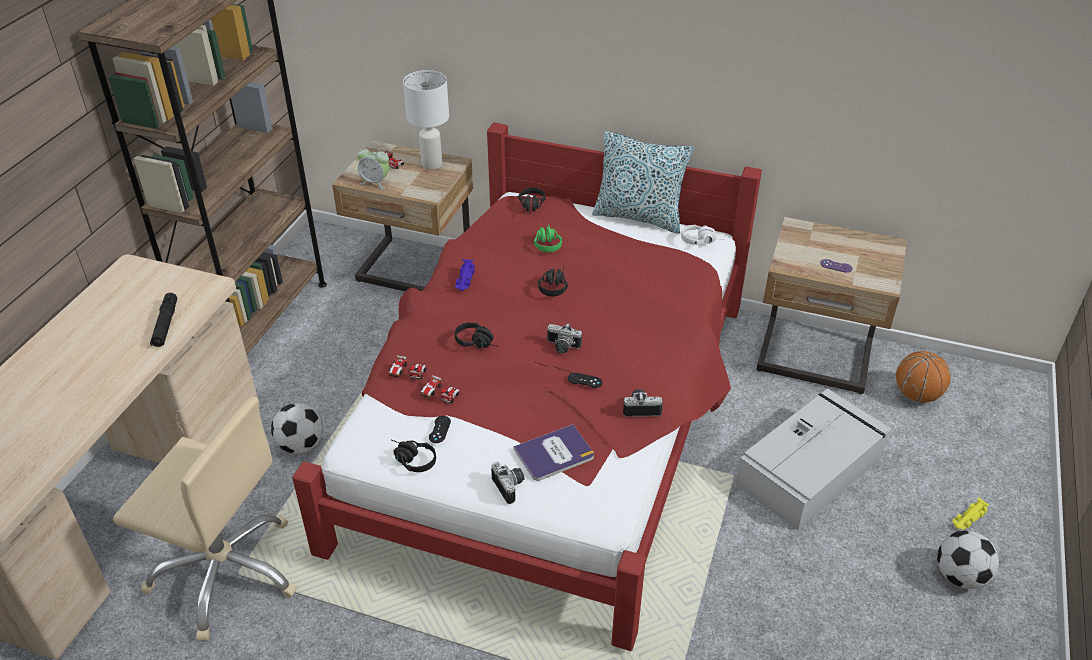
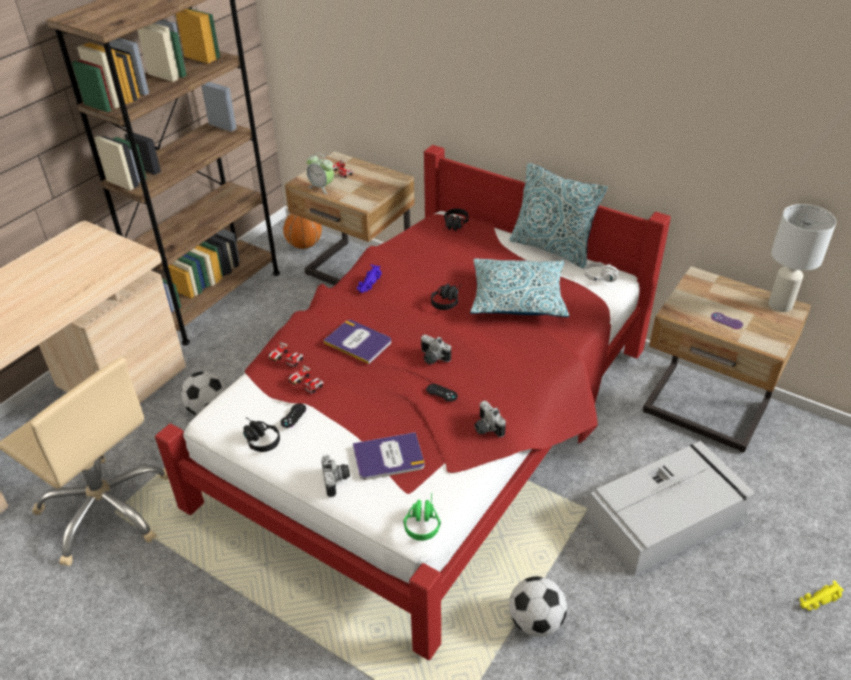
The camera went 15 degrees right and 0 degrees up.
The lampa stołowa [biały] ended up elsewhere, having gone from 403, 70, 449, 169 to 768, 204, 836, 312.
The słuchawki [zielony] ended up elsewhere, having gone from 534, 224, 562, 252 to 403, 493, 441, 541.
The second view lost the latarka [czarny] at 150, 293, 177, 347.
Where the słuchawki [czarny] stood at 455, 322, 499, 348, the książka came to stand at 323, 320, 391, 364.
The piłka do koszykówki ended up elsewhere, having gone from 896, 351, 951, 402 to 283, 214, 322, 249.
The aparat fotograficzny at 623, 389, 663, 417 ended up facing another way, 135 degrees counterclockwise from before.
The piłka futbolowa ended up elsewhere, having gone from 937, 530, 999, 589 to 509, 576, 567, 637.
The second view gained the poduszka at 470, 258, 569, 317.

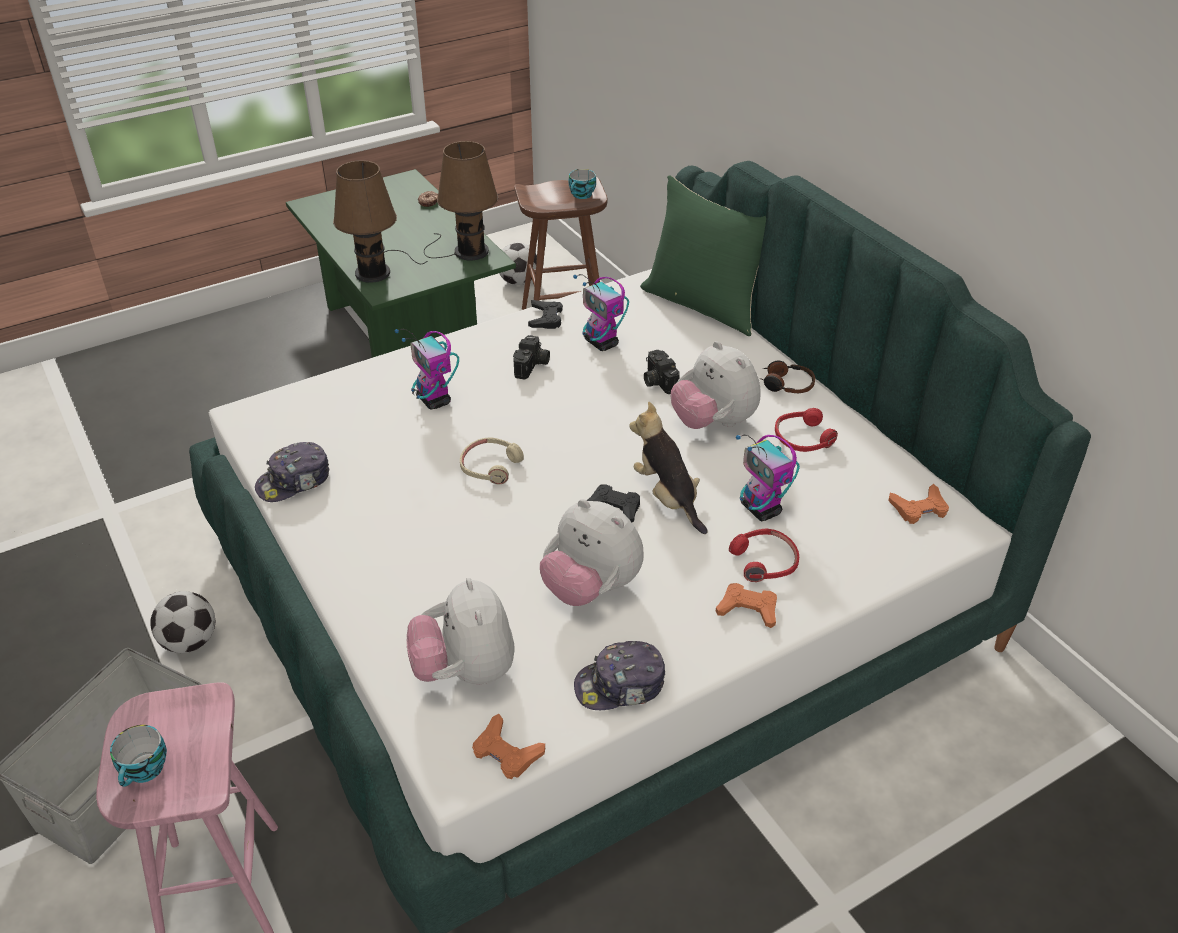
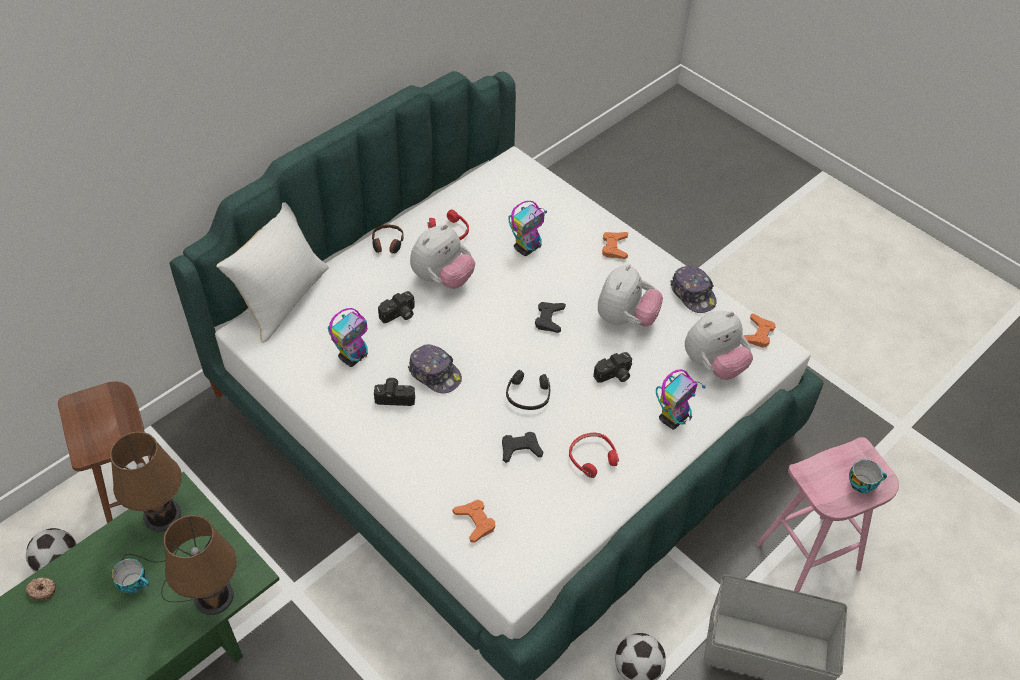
The camera went 105 degrees left and 10 degrees up.
The filiżanka ended up elsewhere, having gone from 568, 169, 596, 199 to 111, 558, 149, 593.
What was the poduszka [zielony] at 640, 175, 766, 336 turned into the poduszka [biały] at 216, 202, 329, 343.
The pad do gier [czarny] ended up elsewhere, having gone from 528, 300, 563, 329 to 502, 432, 543, 463.
The robot zabawkowy ended up elsewhere, having gone from 394, 329, 459, 410 to 656, 369, 705, 429.
The second view lost the pluszak at 629, 402, 708, 534.
What was the słuchawki [beżowy] at 460, 437, 524, 484 turned into the słuchawki [czarny] at 506, 370, 550, 410.
The czapka z daszkiem ended up elsewhere, having gone from 255, 442, 330, 502 to 408, 344, 462, 393.
The pad do gier [pomarańczowy] ended up elsewhere, having gone from 889, 484, 949, 524 to 453, 500, 495, 542.
The słuchawki [czerwony] ended up elsewhere, having gone from 729, 529, 799, 582 to 569, 433, 619, 478.
The second view gained the aparat fotograficzny at 593, 352, 632, 383.

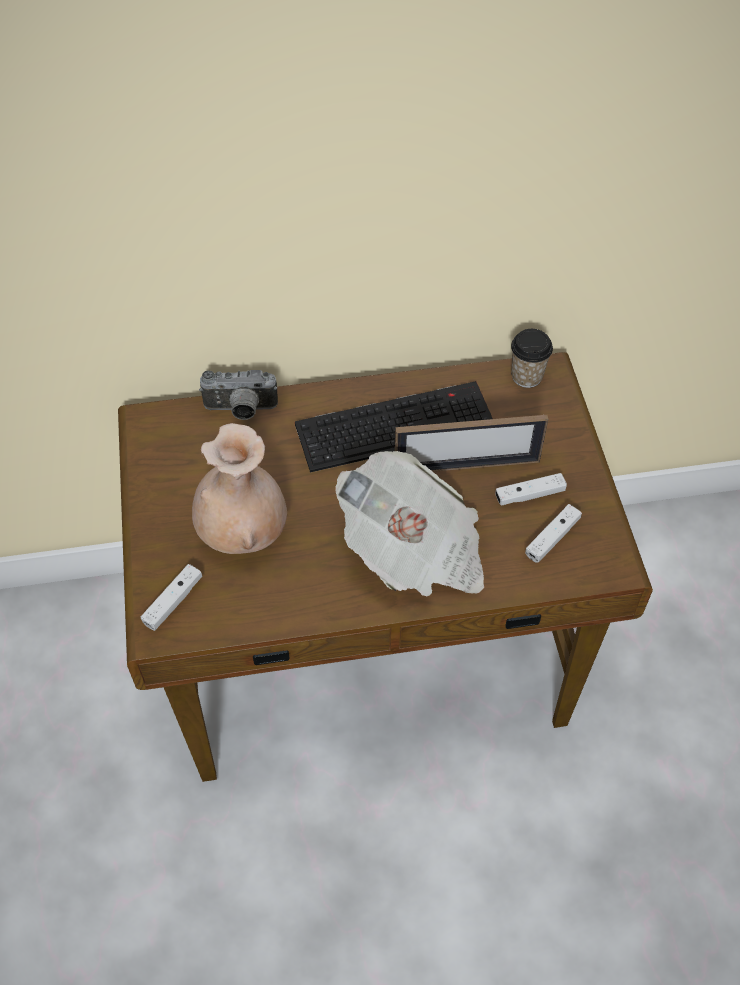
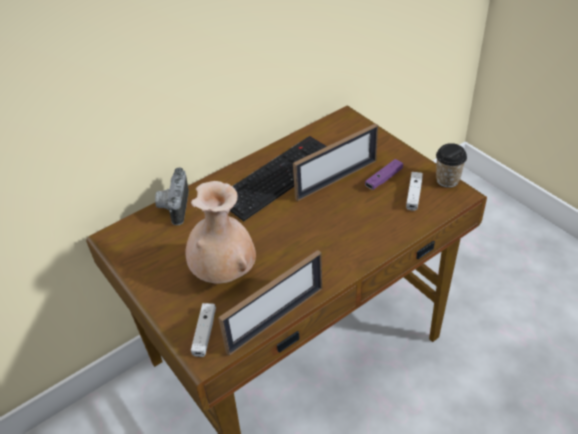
The camera went 25 degrees left and 10 degrees down.
The filiżanka ended up elsewhere, having gone from 511, 329, 553, 388 to 436, 143, 467, 188.
The aparat fotograficzny at 199, 370, 278, 420 ended up facing another way, 120 degrees clockwise from before.
The second view lost the gazeta at 335, 451, 484, 597.
What was the pad do gier [biały] at 495, 473, 567, 506 turned into the pad do gier [fioletowy] at 365, 159, 403, 190.
The second view gained the ramka na zdjęcie at 218, 250, 322, 356.

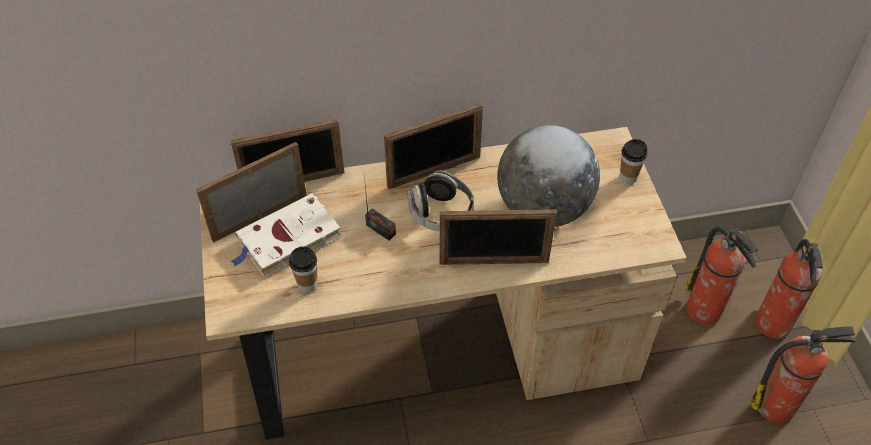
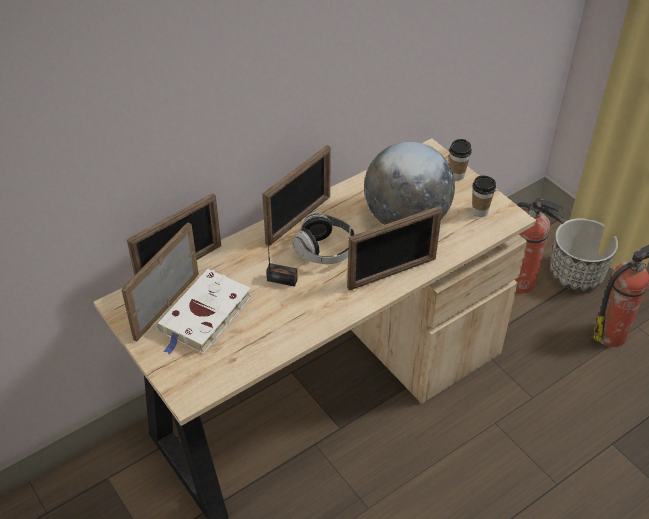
The camera went 25 degrees left and 5 degrees down.
Where the gaśnica stood at 755, 239, 823, 339, the donica came to stand at 550, 218, 618, 291.
The filiżanka ended up elsewhere, having gone from 289, 246, 317, 293 to 472, 176, 496, 217.

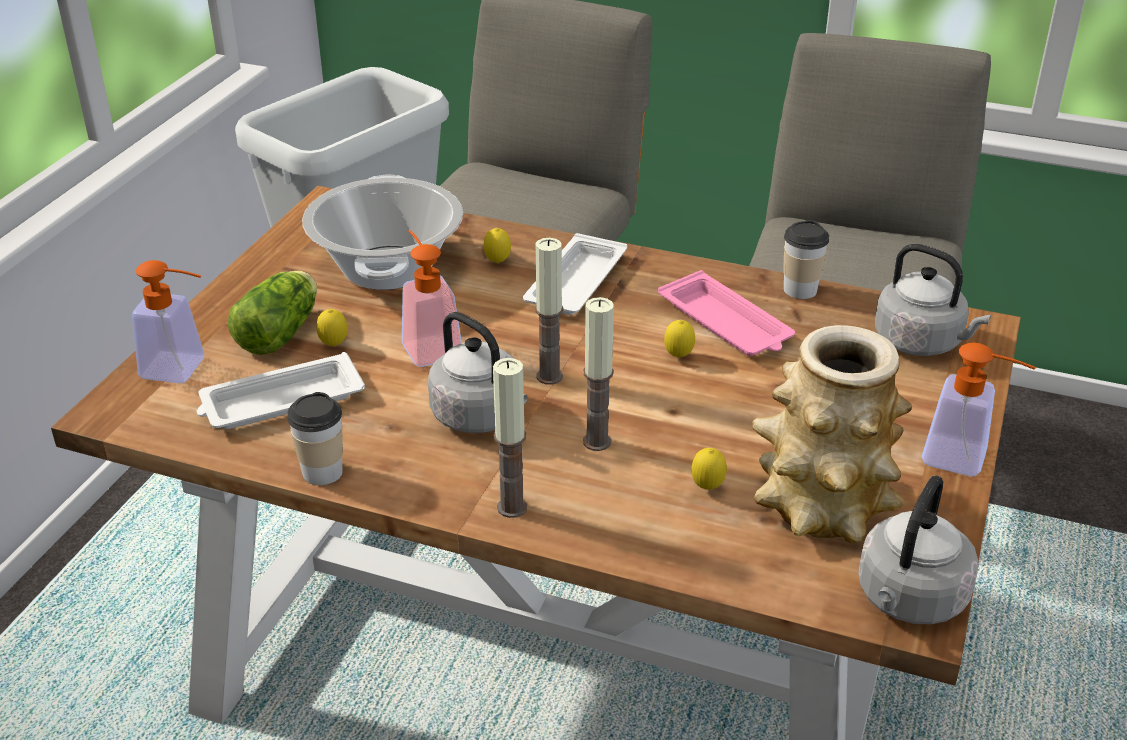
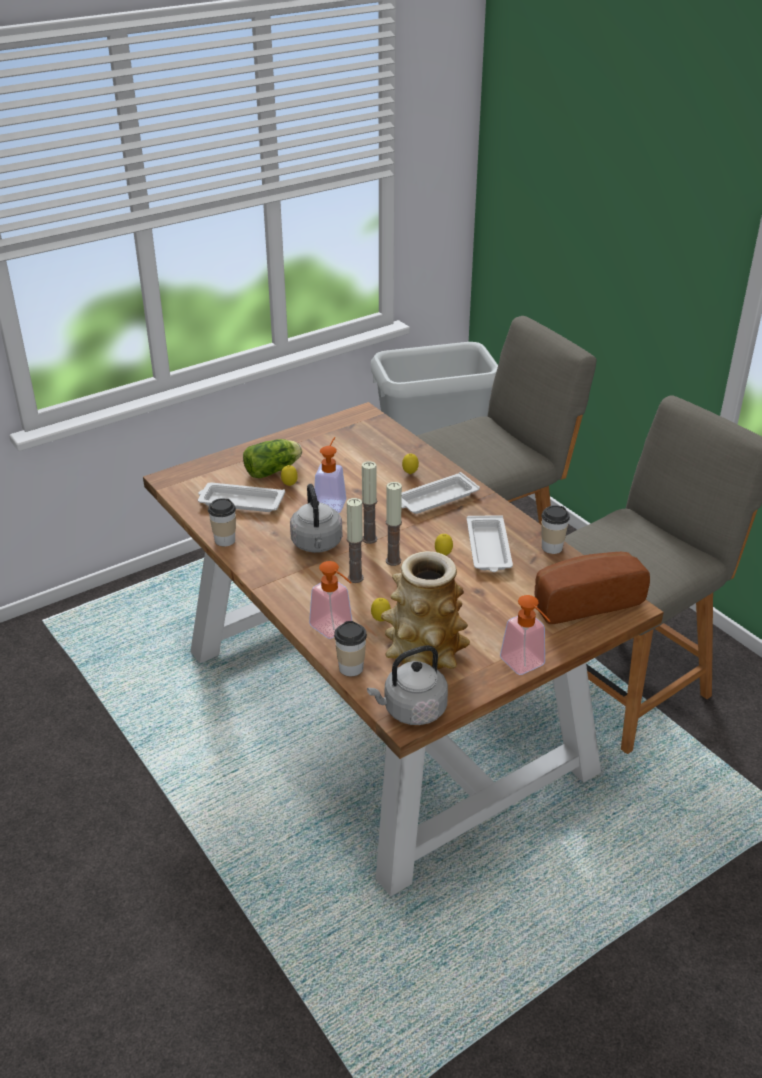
The camera went 35 degrees right and 0 degrees up.
The second view lost the garnek at 302, 175, 463, 290.
Where the czajnik [szary] stood at 875, 244, 991, 356, the chleb came to stand at 535, 552, 650, 624.
The dozownik mydła ended up elsewhere, having gone from 132, 260, 204, 383 to 309, 561, 352, 639.
What was the taca [różowy] at 658, 270, 795, 356 turned into the taca [biały] at 467, 515, 513, 572.
The świeca ended up elsewhere, having gone from 493, 358, 527, 518 to 386, 482, 402, 566.
The second view gained the filiżanka at 334, 621, 367, 676.

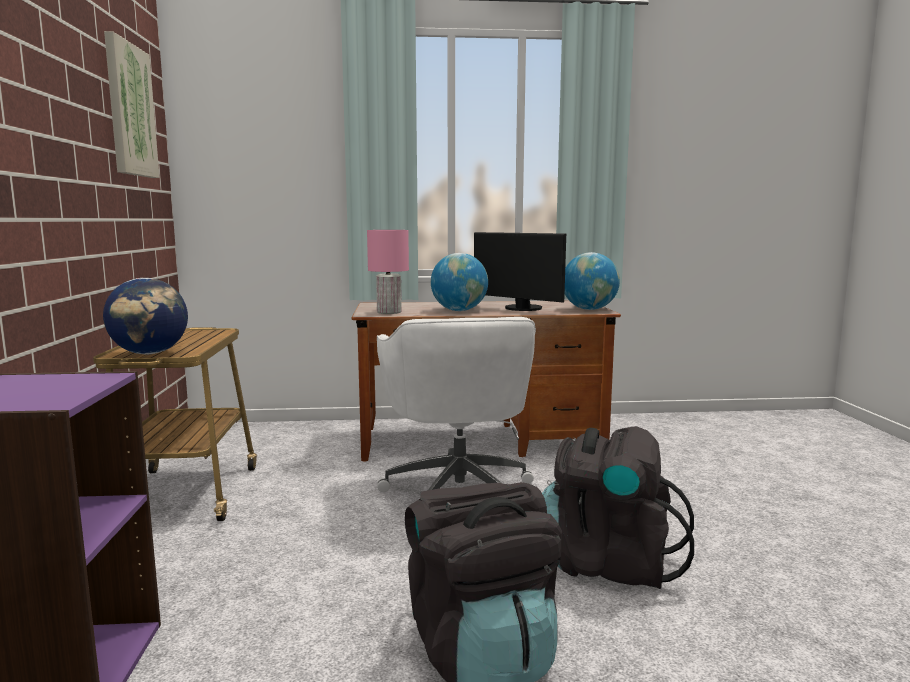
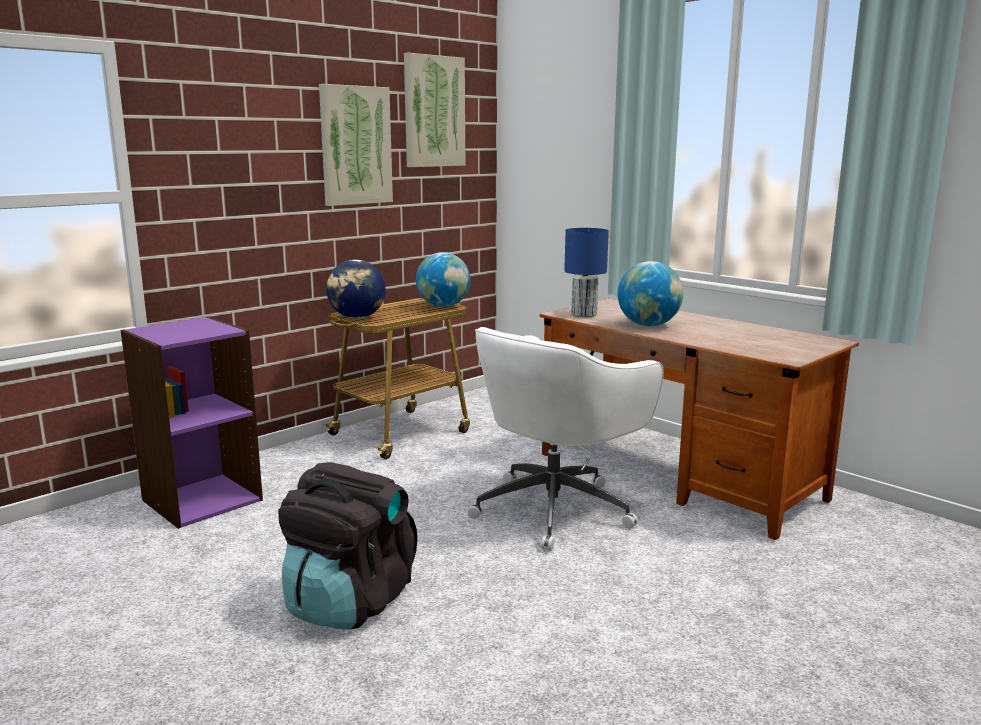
The camera went 50 degrees right and 5 degrees up.
What was the lampa stołowa [różowy] at 367, 230, 409, 314 turned into the lampa stołowa [niebieski] at 564, 228, 609, 317.
The second view lost the monitor at 474, 232, 566, 311.
The globus ended up elsewhere, having gone from 565, 252, 620, 310 to 416, 252, 470, 307.
The second view lost the plecak [czarny] at 542, 426, 694, 589.
The second view gained the obraz at 319, 84, 393, 206.

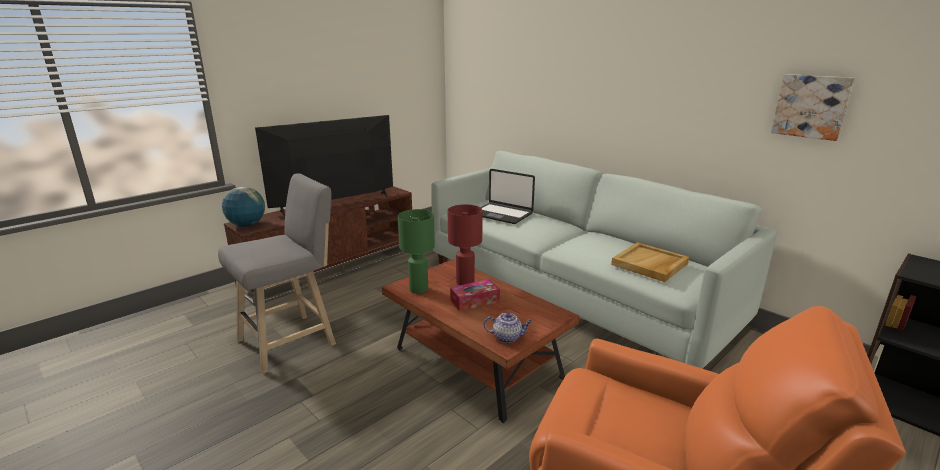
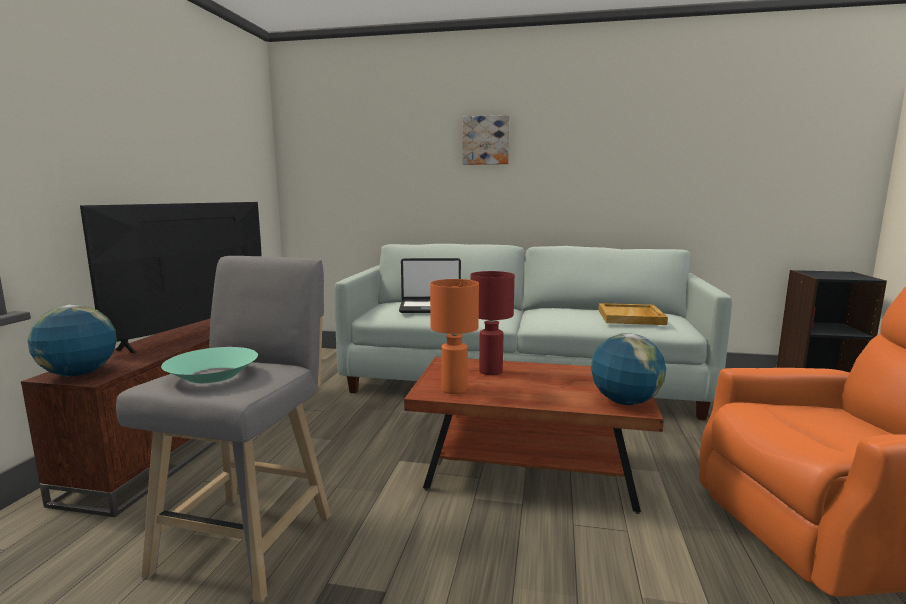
The camera went 35 degrees left and 10 degrees down.
The obraz ended up elsewhere, having gone from 771, 74, 855, 141 to 462, 115, 510, 165.
What was the lampa stołowa [zielony] at 398, 209, 435, 294 turned into the lampa stołowa [pomarańczowy] at 430, 279, 479, 394.
The second view lost the pudełko chusteczek at 450, 279, 500, 311.
Where the imbryk stood at 483, 313, 532, 343, the globus came to stand at 591, 333, 666, 405.
The second view gained the miska [turkusowy] at 161, 347, 258, 383.

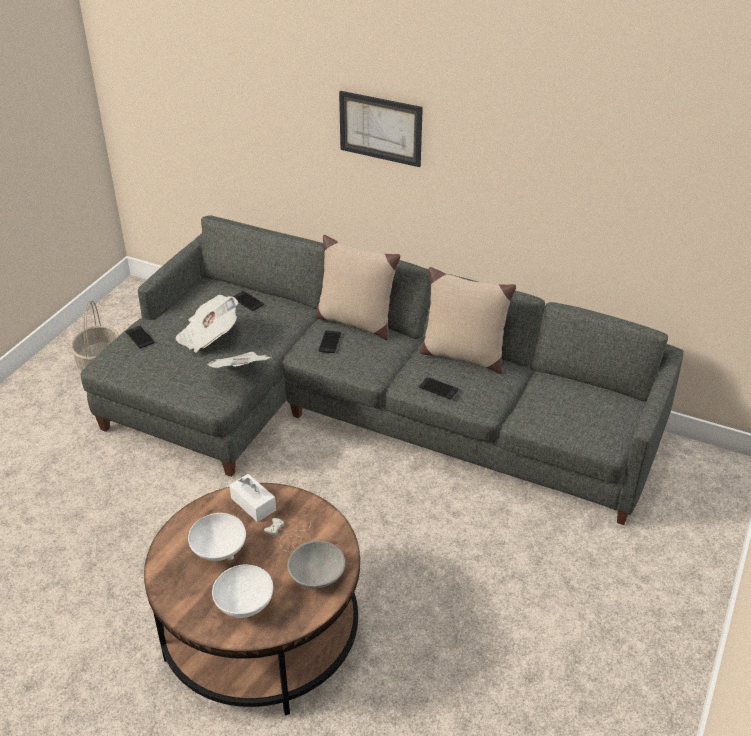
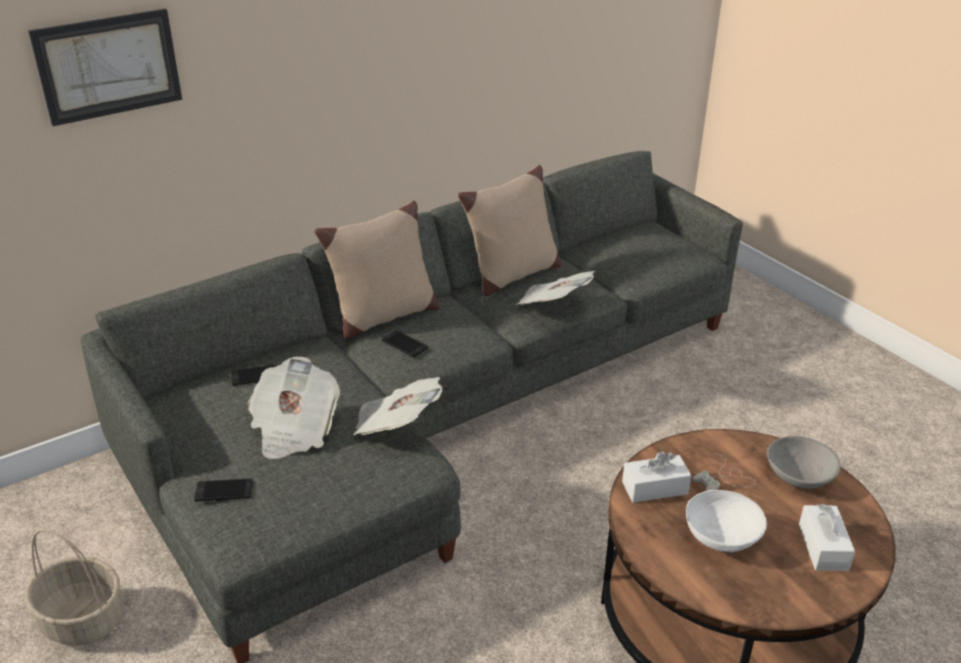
The camera went 60 degrees left and 5 degrees down.
The obraz ended up elsewhere, having gone from 339, 91, 423, 167 to 28, 9, 182, 126.
Where the telefon stood at 419, 377, 458, 399, the gazeta came to stand at 516, 271, 595, 305.
Where the miska [biały] stood at 212, 565, 273, 618, the pudełko chusteczek [biały] came to stand at 799, 504, 855, 571.

